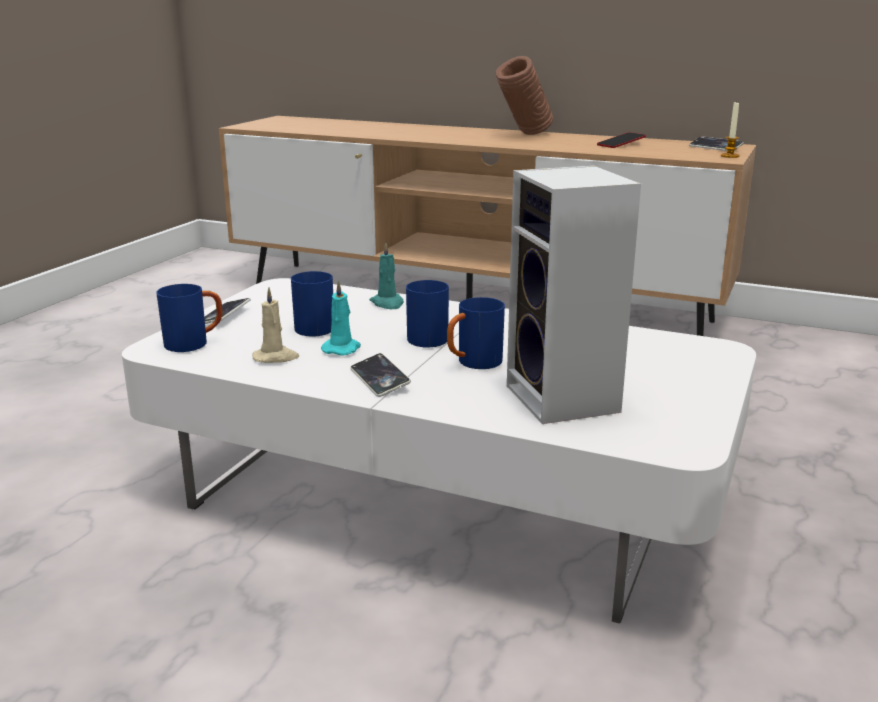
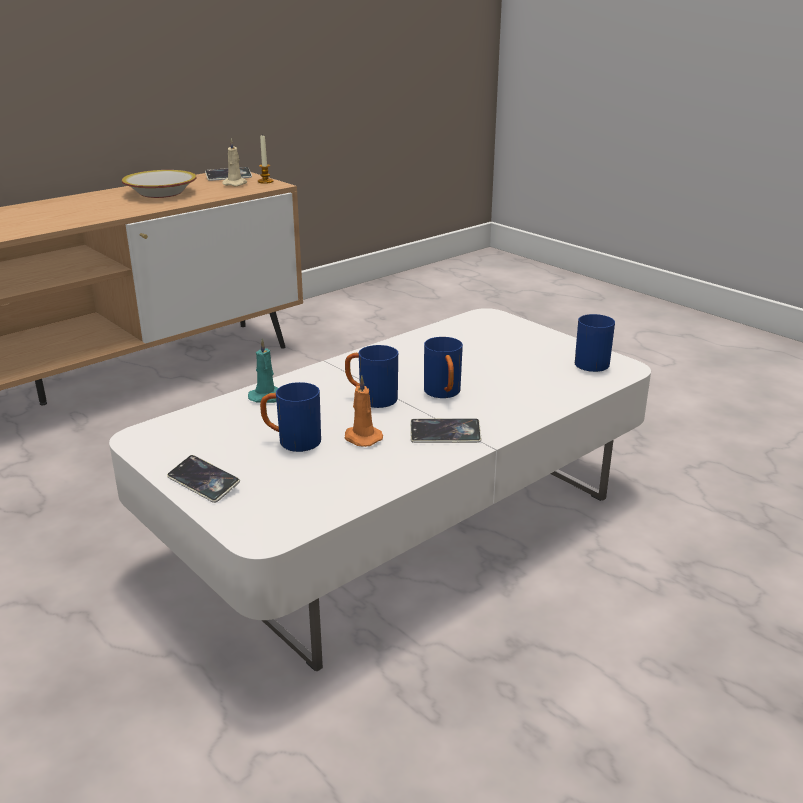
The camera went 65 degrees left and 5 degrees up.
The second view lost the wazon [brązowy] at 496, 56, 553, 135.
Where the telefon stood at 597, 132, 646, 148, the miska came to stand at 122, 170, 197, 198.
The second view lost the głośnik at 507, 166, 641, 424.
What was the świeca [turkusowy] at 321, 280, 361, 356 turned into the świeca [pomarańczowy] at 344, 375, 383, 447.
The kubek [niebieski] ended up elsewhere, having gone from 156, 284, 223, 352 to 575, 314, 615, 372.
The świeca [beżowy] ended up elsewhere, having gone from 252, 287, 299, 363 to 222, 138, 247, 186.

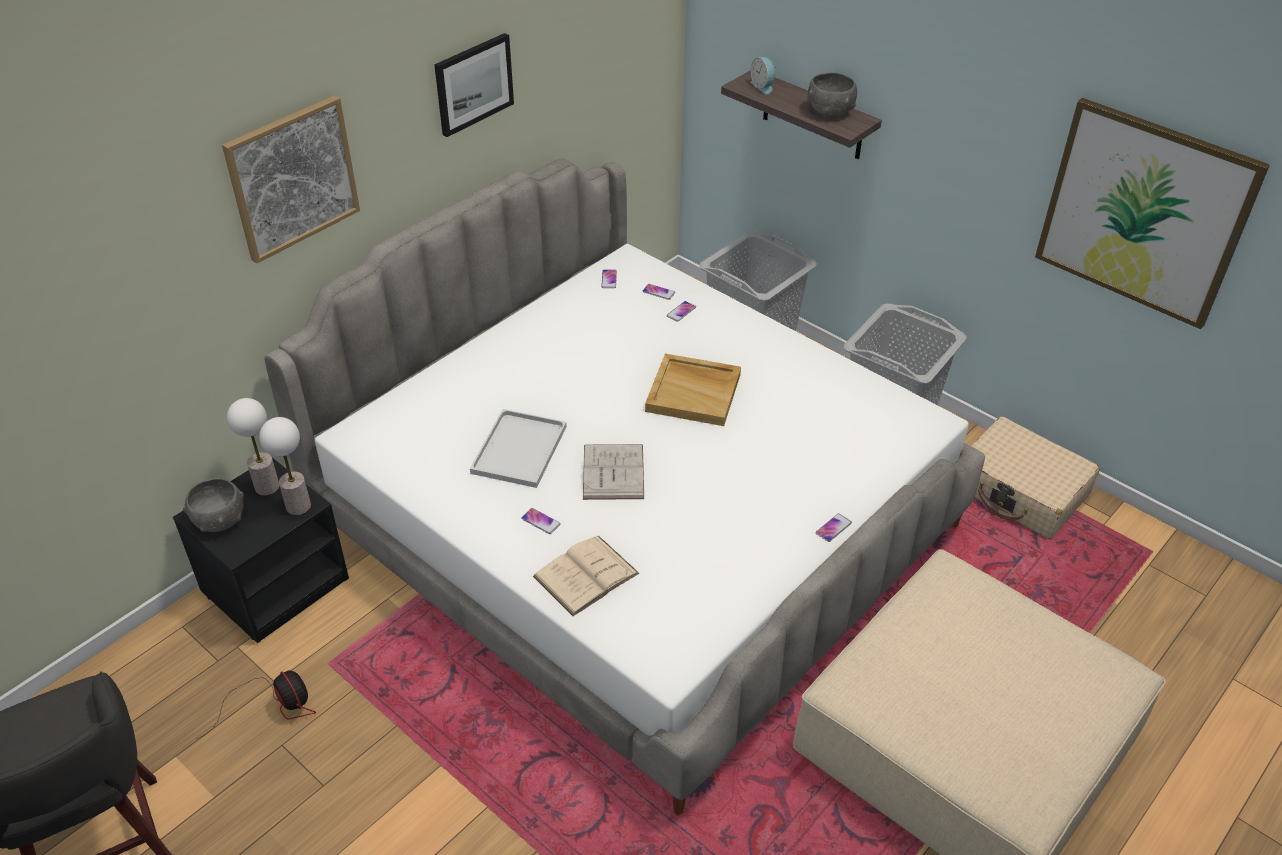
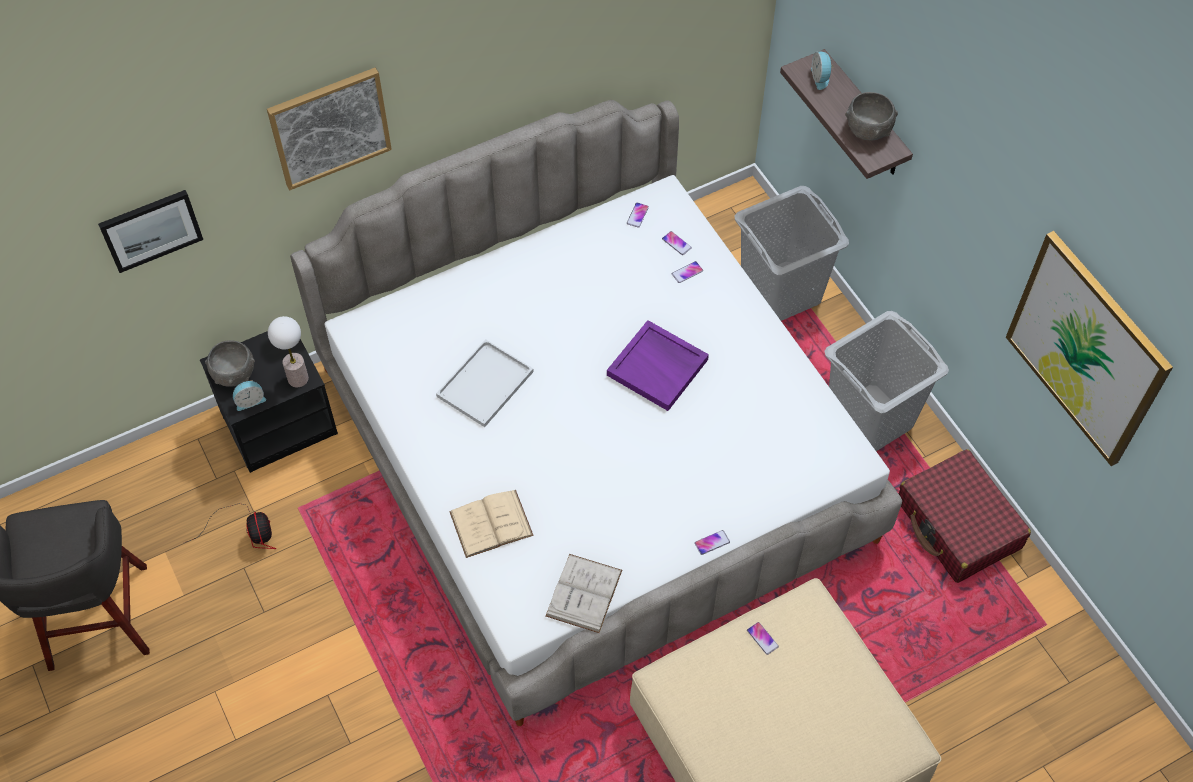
The camera went 20 degrees right and 15 degrees up.
The obraz ended up elsewhere, having gone from 434, 33, 514, 137 to 98, 190, 203, 273.
What was the taca [beżowy] at 645, 354, 741, 426 turned into the taca [fioletowy] at 607, 320, 709, 411.
The second view lost the lampa stołowa at 227, 398, 279, 496.
What was the walizka [beżowy] at 971, 416, 1100, 539 turned into the walizka [czerwony] at 898, 449, 1031, 583.
The książka [biały] ended up elsewhere, having gone from 583, 444, 644, 500 to 546, 554, 622, 633.
The telefon ended up elsewhere, having gone from 521, 508, 561, 534 to 747, 622, 779, 655.
The second view gained the budzik at 233, 380, 266, 411.

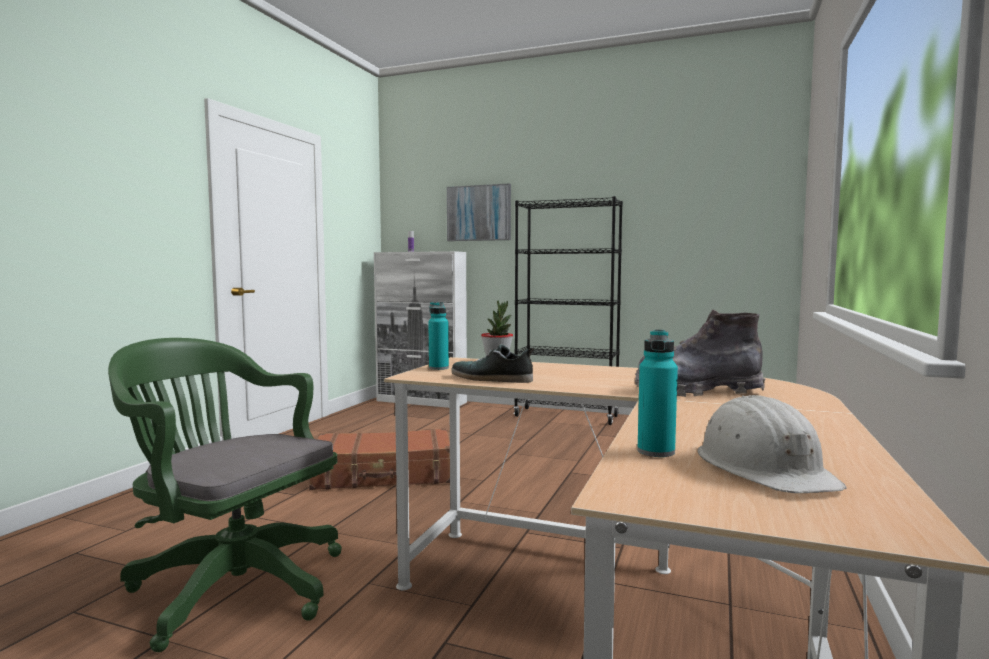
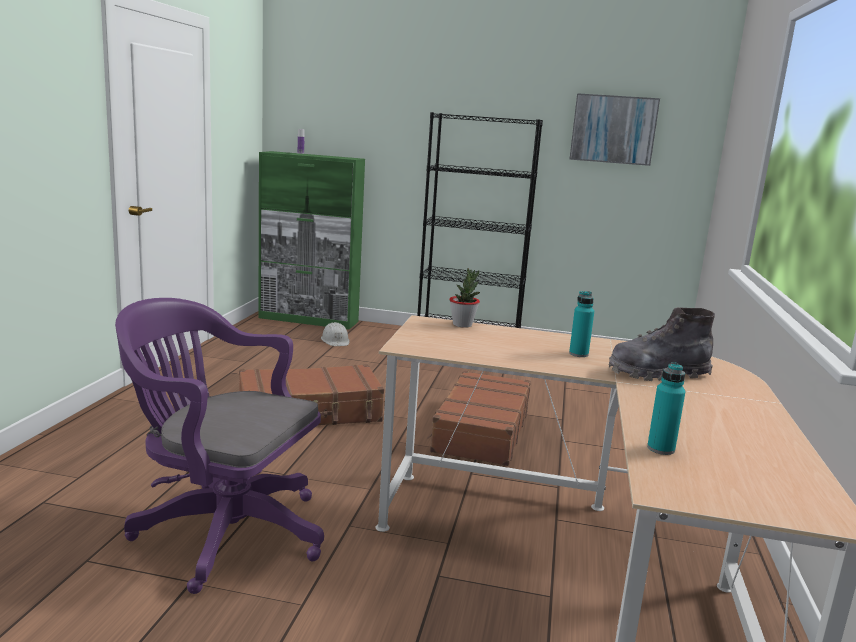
The camera went 10 degrees left and 10 degrees up.
The obraz ended up elsewhere, having gone from 447, 184, 511, 241 to 569, 93, 660, 166.
What was the szafka [biały] at 374, 251, 467, 408 turned into the szafka [zielony] at 258, 151, 365, 329.
The butelka [turkusowy] ended up elsewhere, having gone from 429, 302, 449, 370 to 569, 291, 594, 357.
What was the krzesło biurowe [zielony] at 108, 338, 342, 652 turned into the krzesło biurowe [fioletowy] at 115, 298, 324, 594.
The second view lost the but at 451, 344, 534, 383.
The kask [biały] ended up elsewhere, having gone from 697, 395, 847, 493 to 321, 322, 350, 346.
The second view gained the walizka [brązowy] at 427, 371, 531, 466.

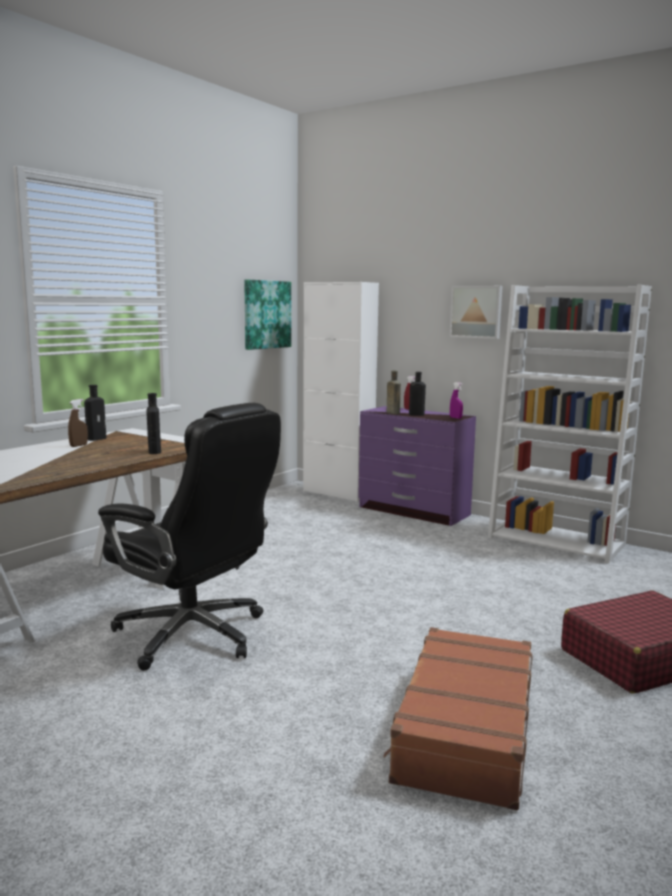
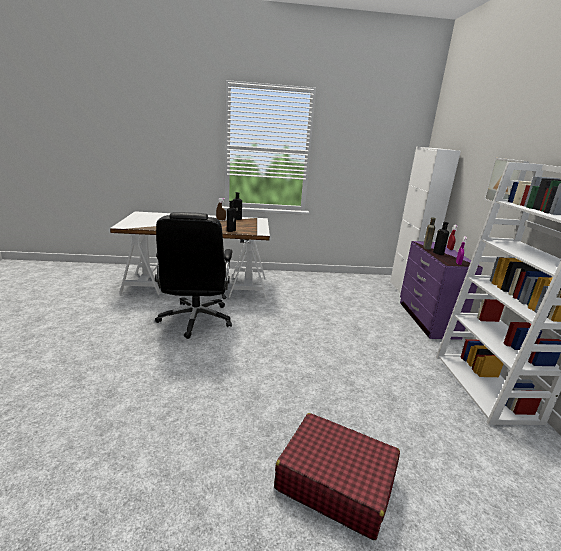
The camera went 50 degrees right and 10 degrees up.
The second view lost the obraz at 244, 280, 291, 350.
The second view lost the walizka [brązowy] at 383, 627, 532, 810.

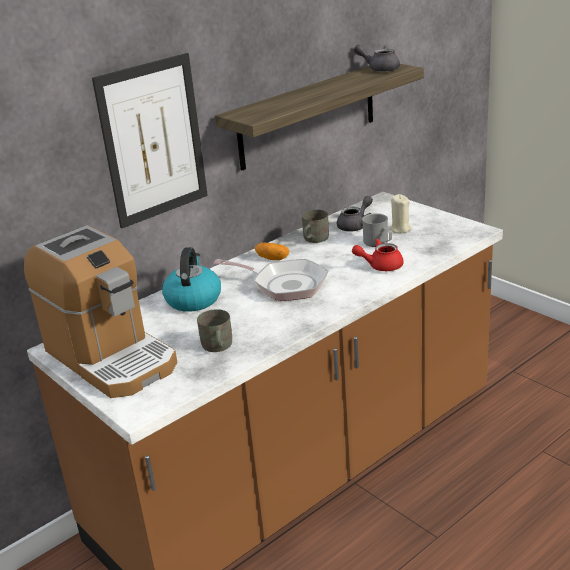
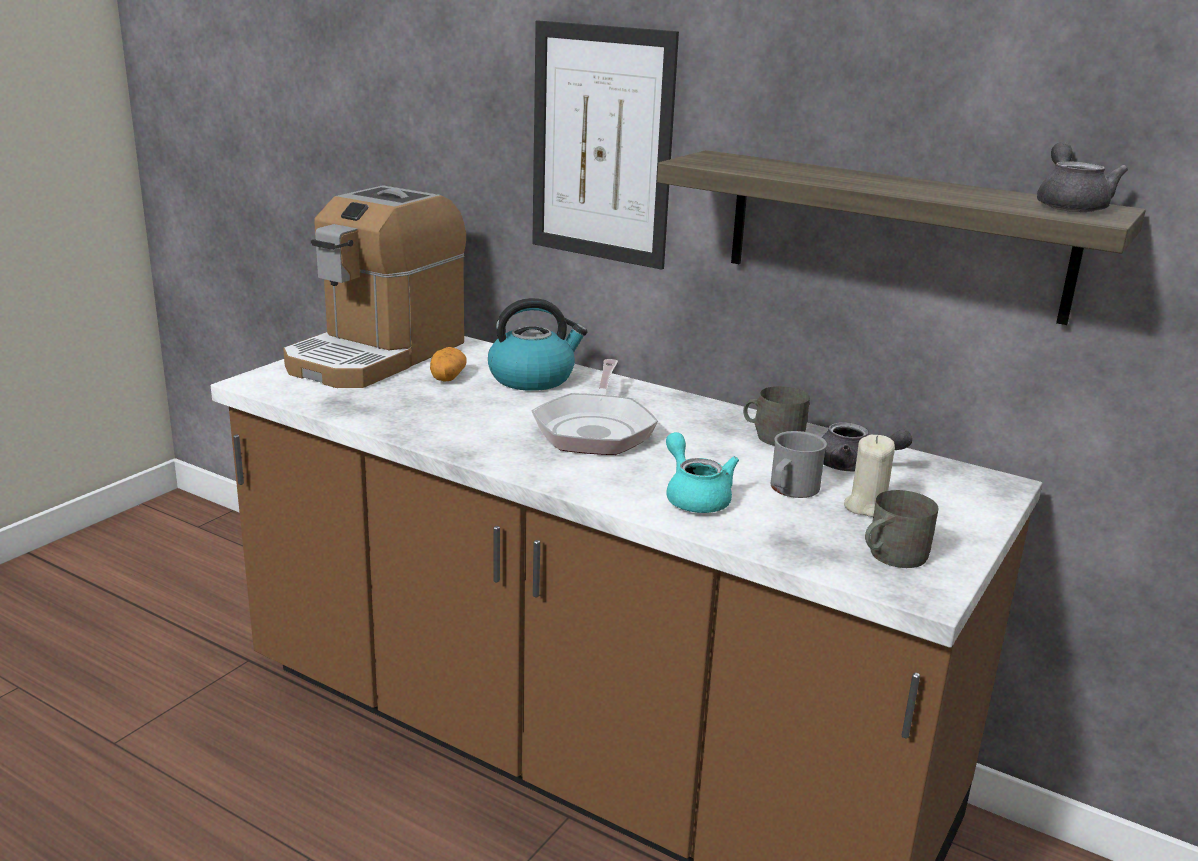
The camera went 70 degrees right and 5 degrees down.
What was the imbryk [czerwony] at 352, 238, 404, 271 turned into the imbryk [turkusowy] at 666, 432, 739, 513.
The ziemniak ended up elsewhere, having gone from 255, 243, 290, 260 to 430, 347, 467, 382.
The kubek [szary] ended up elsewhere, having gone from 197, 309, 232, 352 to 865, 490, 939, 568.

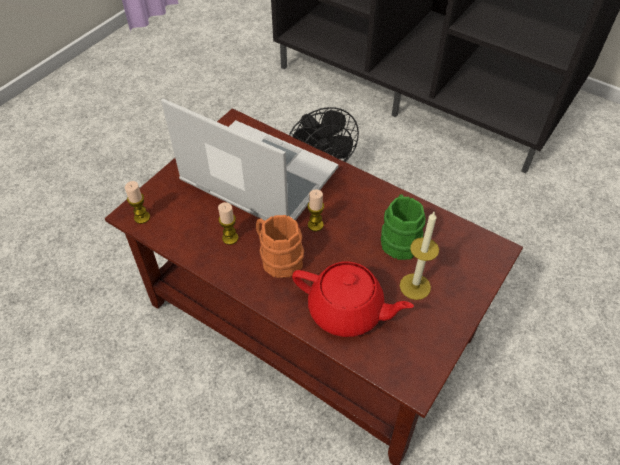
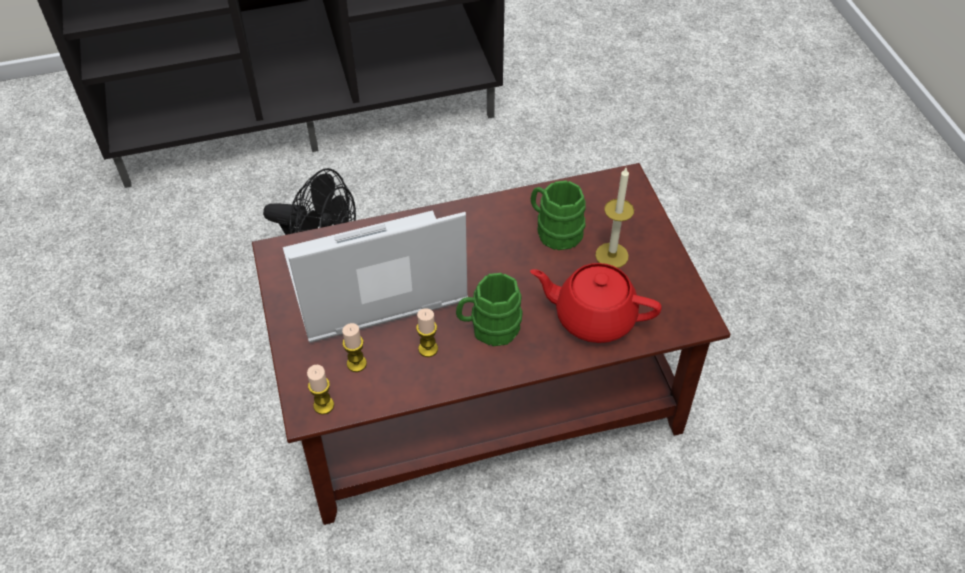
The camera went 50 degrees left and 0 degrees up.
The świeca ended up elsewhere, having gone from 307, 190, 324, 231 to 342, 323, 367, 372.
What was the kubek [pomarańczowy] at 256, 215, 304, 278 turned into the kubek [zielony] at 456, 273, 523, 346.
The imbryk [czerwony] at 292, 262, 414, 337 ended up facing another way, 135 degrees counterclockwise from before.

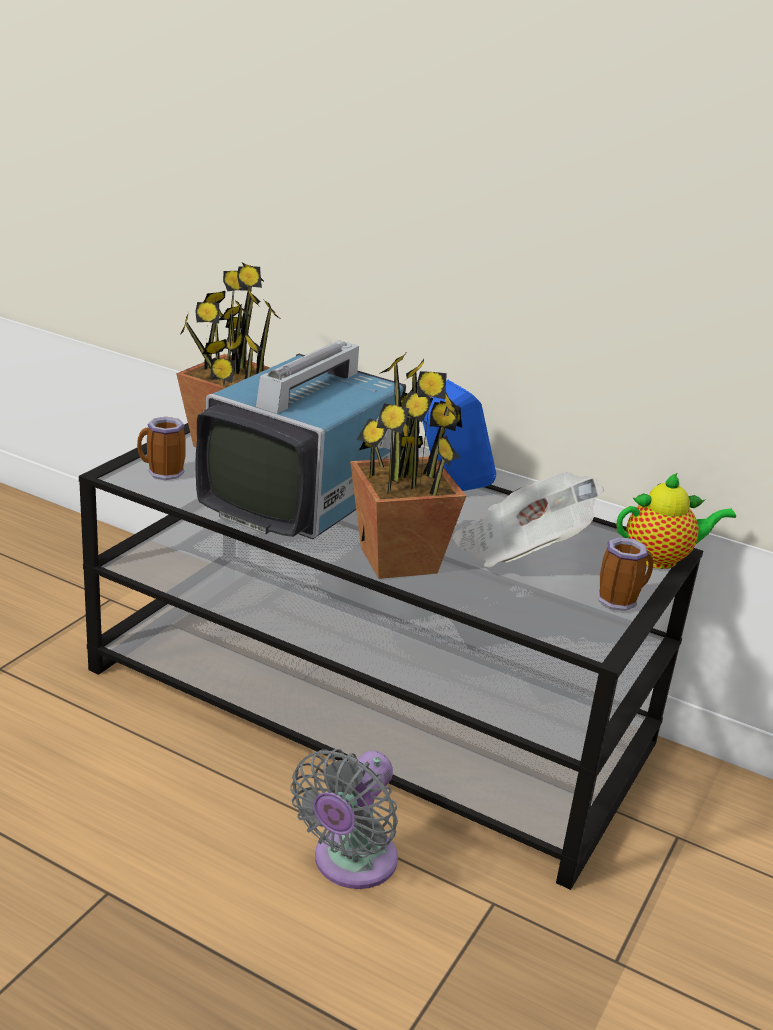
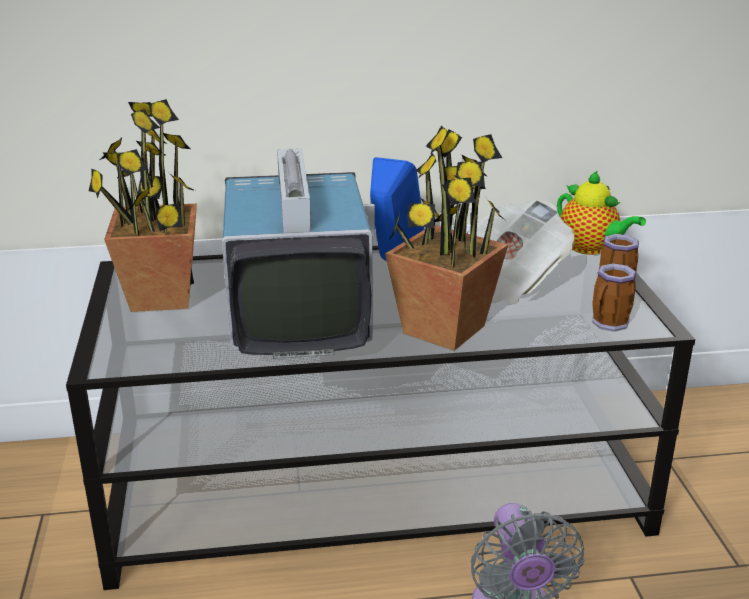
The camera went 35 degrees left and 0 degrees up.
The kubek ended up elsewhere, having gone from 137, 417, 186, 480 to 592, 263, 636, 331.
The imbryk at 616, 473, 736, 569 ended up facing another way, 90 degrees clockwise from before.

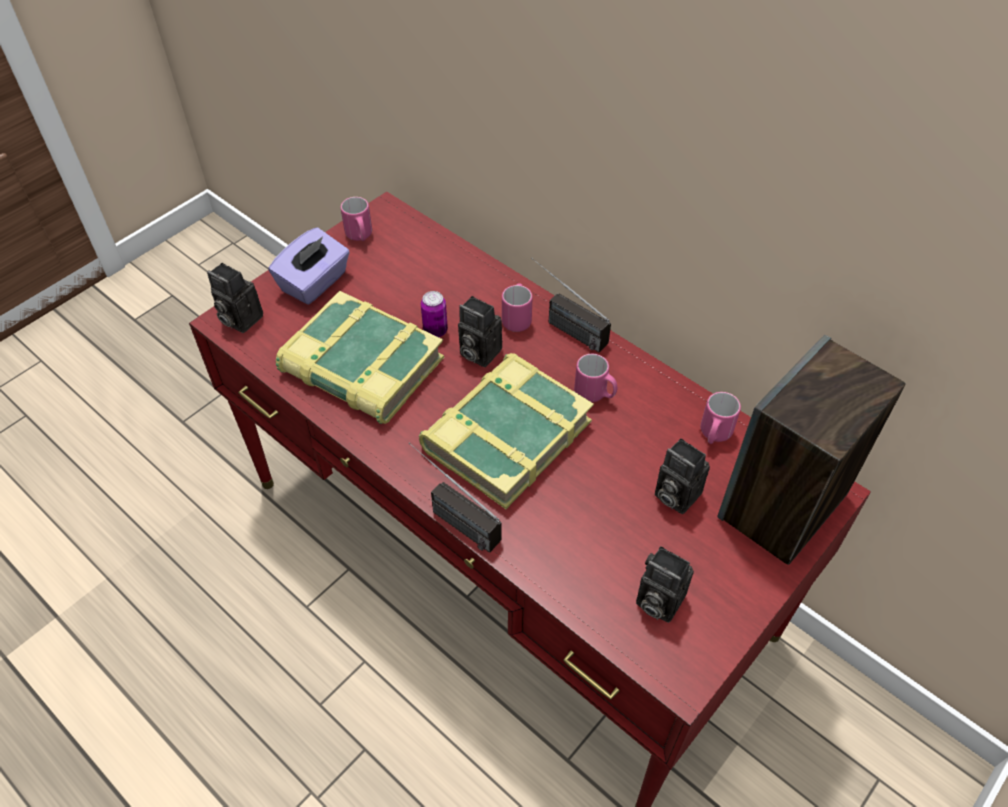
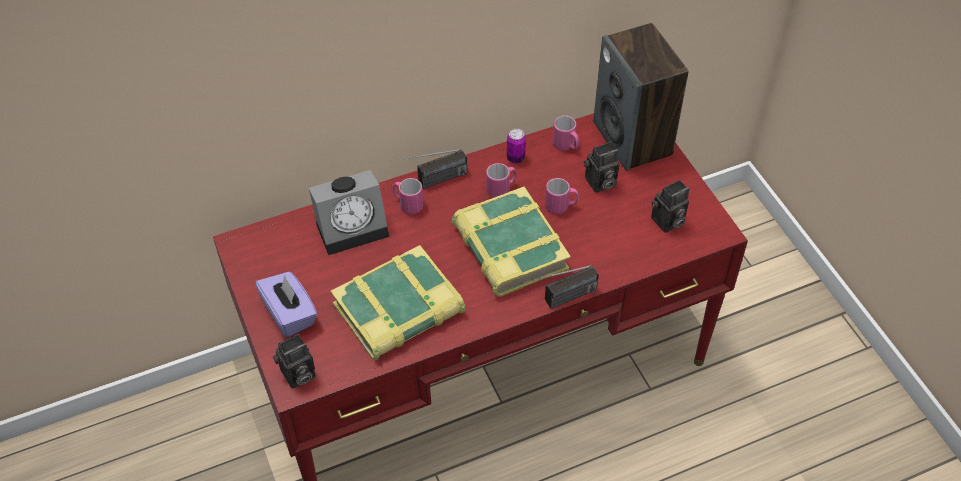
The camera went 65 degrees left and 0 degrees up.
The kubek [różowy] ended up elsewhere, having gone from 341, 197, 372, 241 to 545, 178, 579, 214.
The puszka ended up elsewhere, having gone from 421, 291, 448, 337 to 507, 129, 526, 164.
The second view lost the aparat fotograficzny at 458, 296, 502, 367.
The second view gained the budzik at 309, 170, 389, 255.

